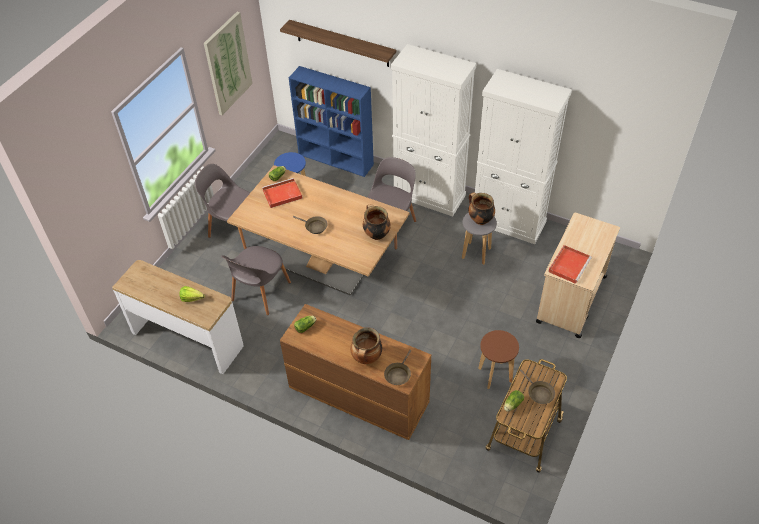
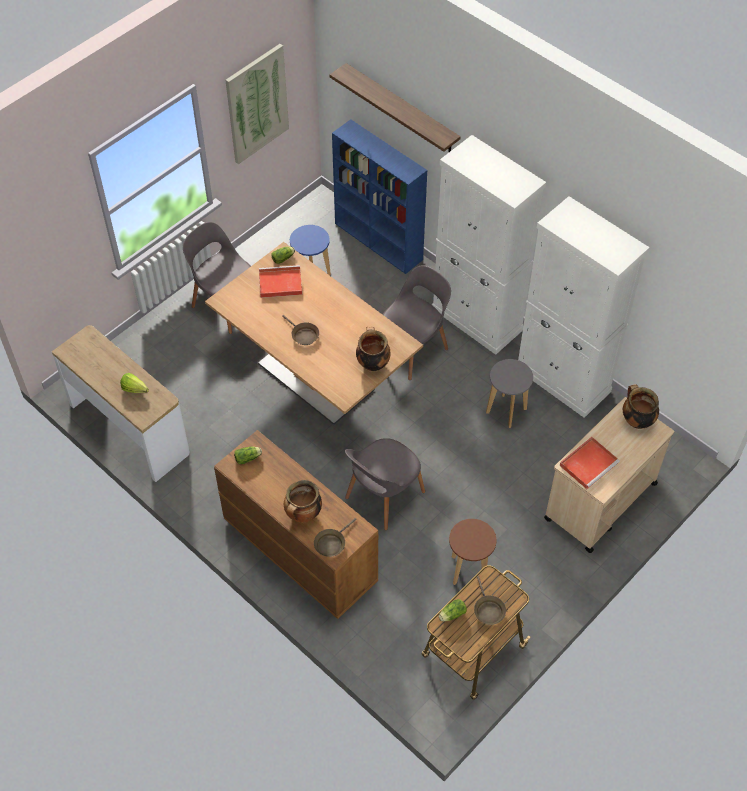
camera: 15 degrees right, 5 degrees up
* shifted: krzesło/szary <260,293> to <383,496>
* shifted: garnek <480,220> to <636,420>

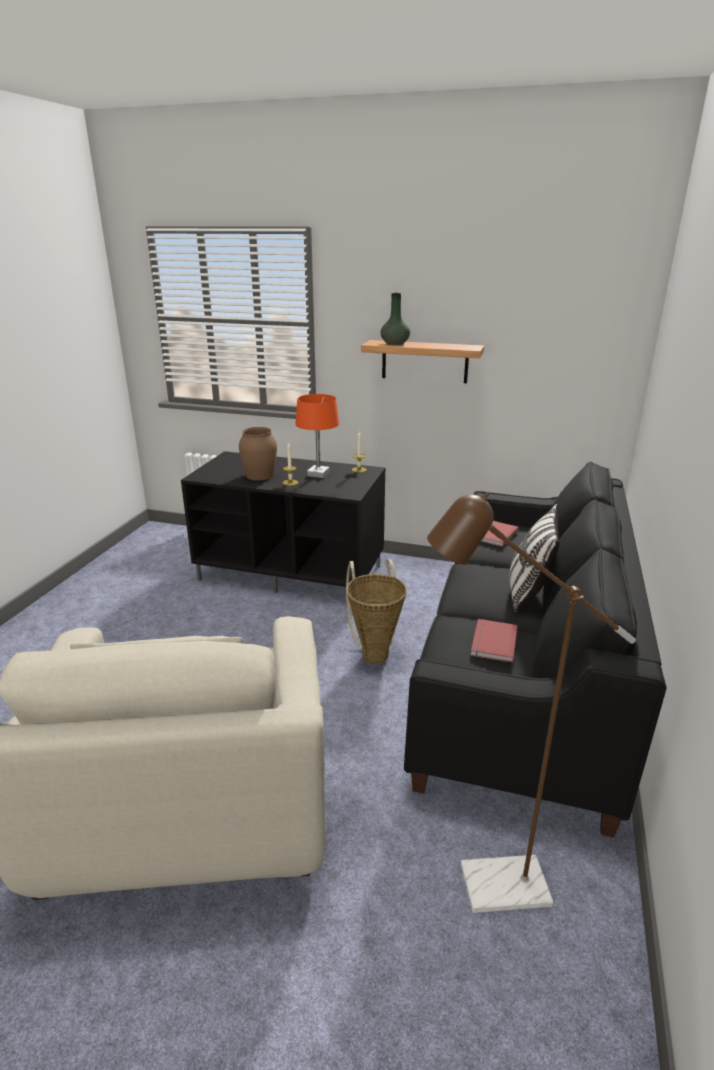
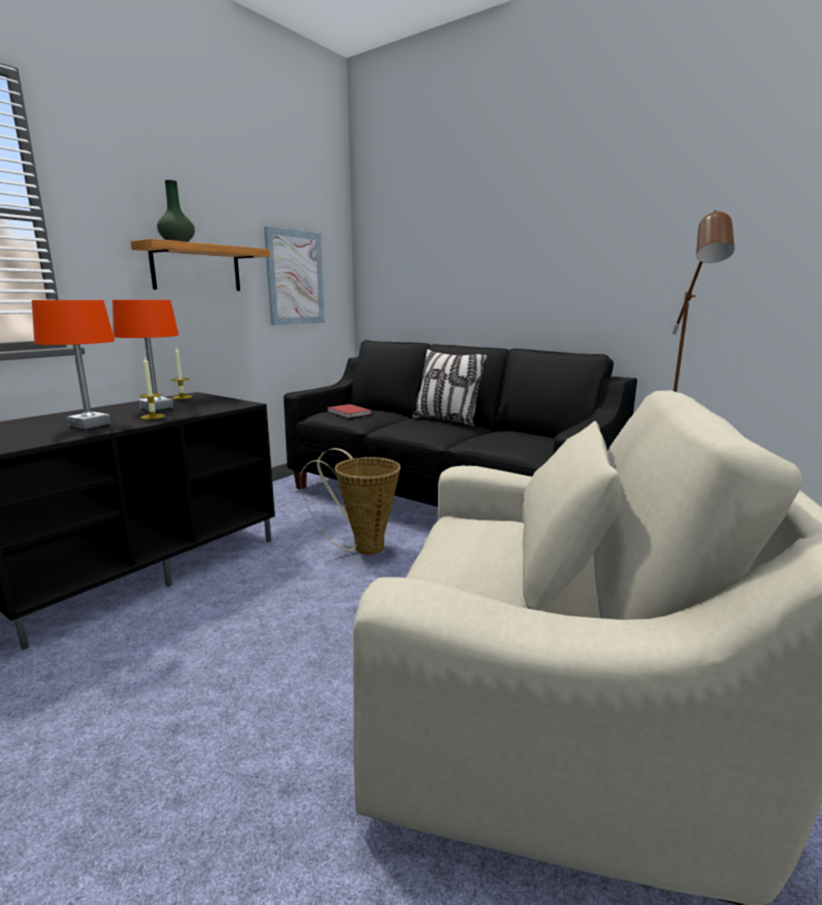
camera: 70 degrees left, 10 degrees down
* swapped: wazon/brązowy <259,475> to lampa stołowa/pomarańczowy <89,425>
* new: obraz <295,278>
* gone: książka/czerwony <492,642>

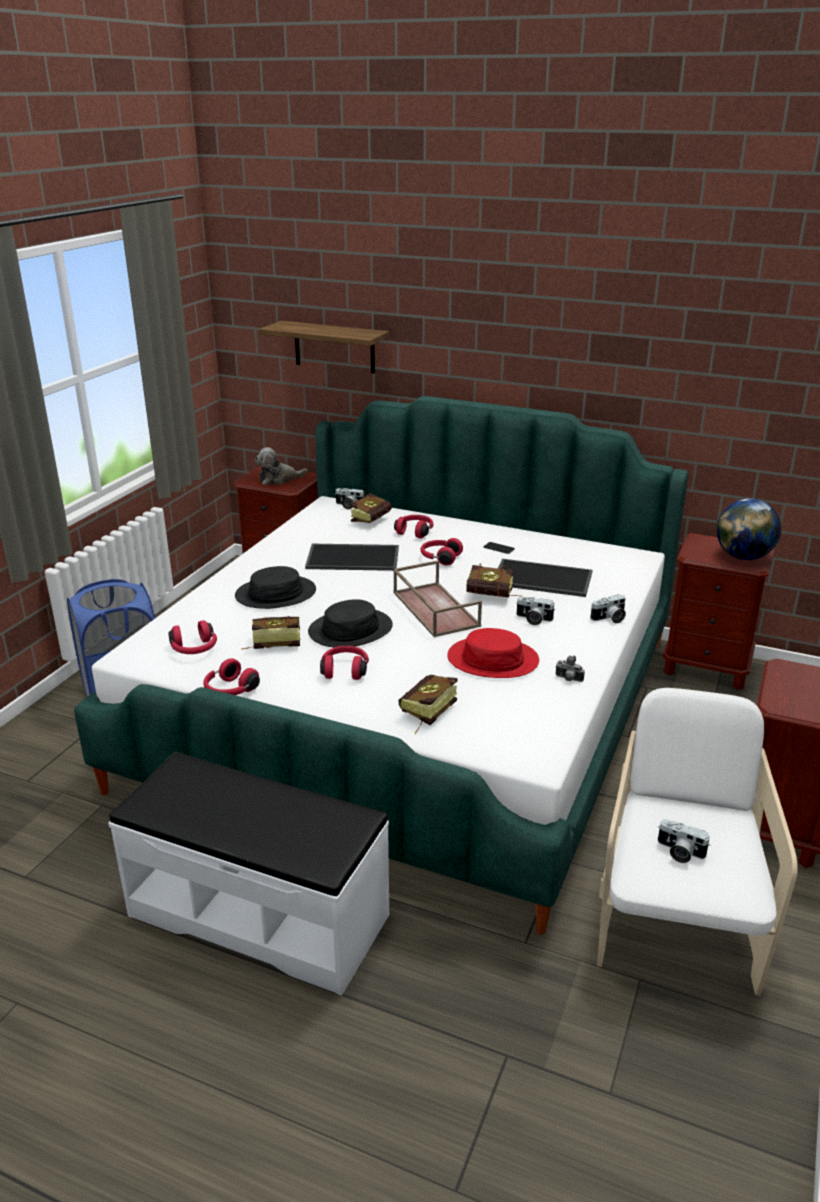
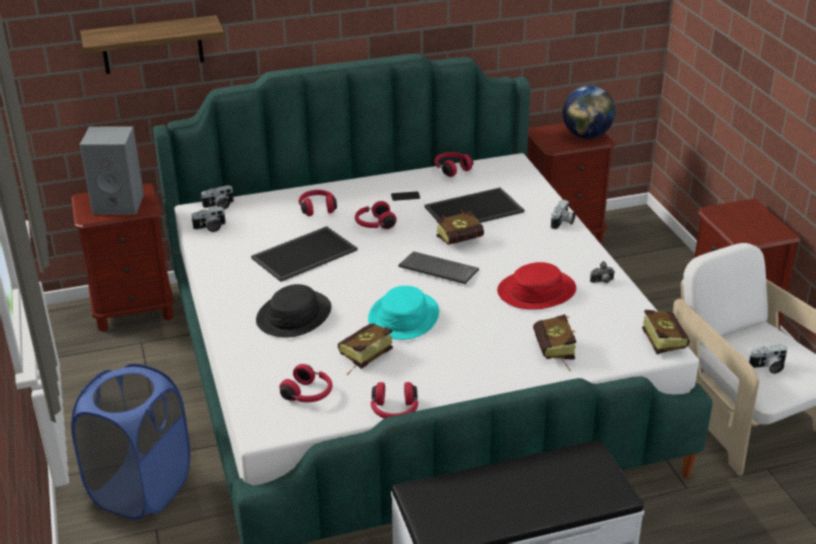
camera: 40 degrees left, 5 degrees up
* swapped: pluszak <279,479> to głośnik/szary <120,204>
* shifted: aparat fotograficzny <533,619> to <210,228>
* repainted: kapelusz/czarny <350,630> to kapelusz/turkusowy <403,317>
* swapped: taca/brązowy <434,609> to klawiatura <437,270>
* shifted: słuchawki/czerwony <345,670> to <451,169>
* shifted: książka <373,519> to <661,340>

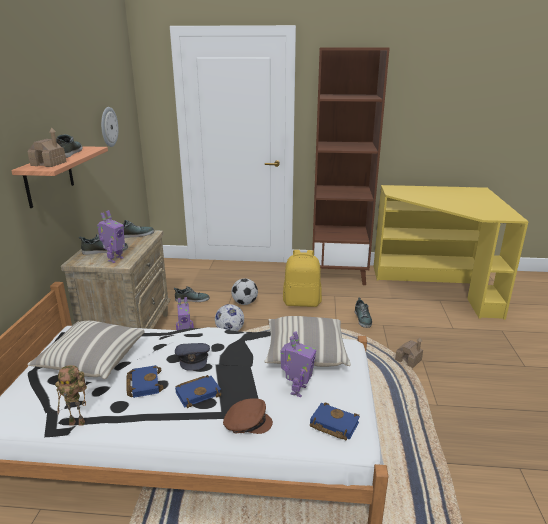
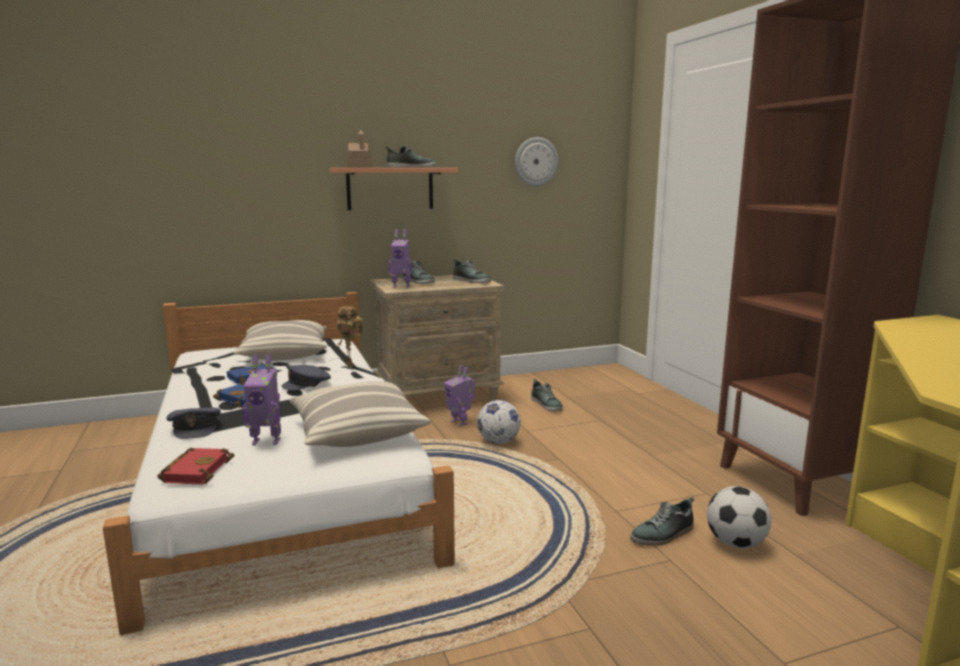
camera: 65 degrees right, 10 degrees down
* repainted: książka/niebieski <332,425> to książka/czerwony <196,470>
* repainted: czapka z daszkiem/brązowy <247,422> to czapka z daszkiem/szary <195,428>
* shifted: robot zabawkowy <79,422> to <351,365>
* shifted: piłka futbolowa <245,303> to <735,543>
* gone: plecak/żółty <302,302>
* gone: domek <408,360>

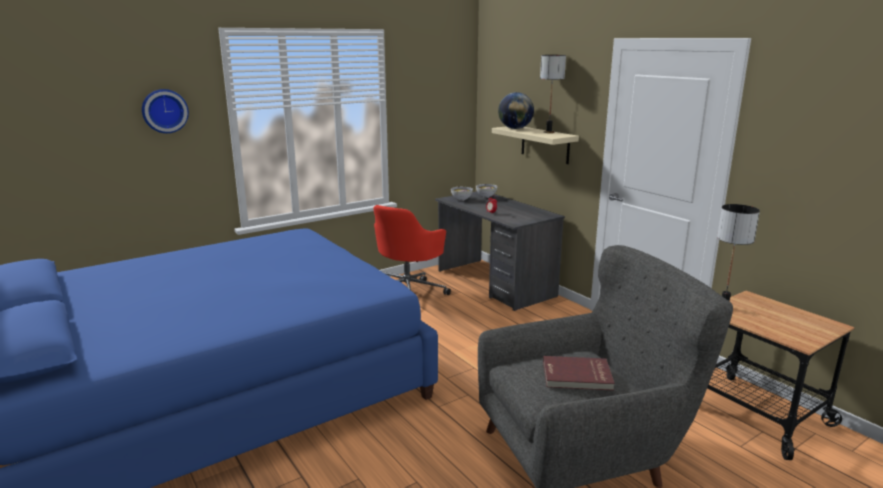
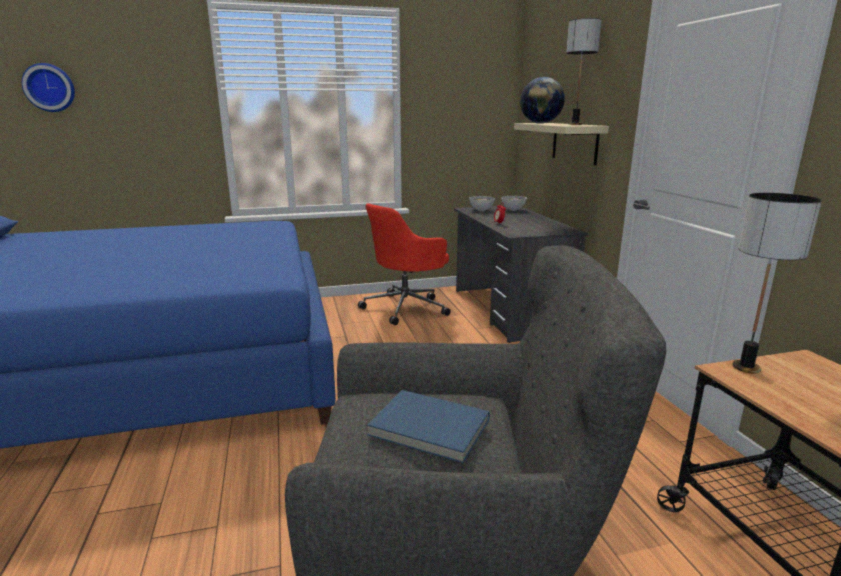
camera: 20 degrees right, 0 degrees up
* shifted: zegar ścienny <164,111> to <50,88>
* repainted: książka/czerwony <577,376> to książka/niebieski <428,429>

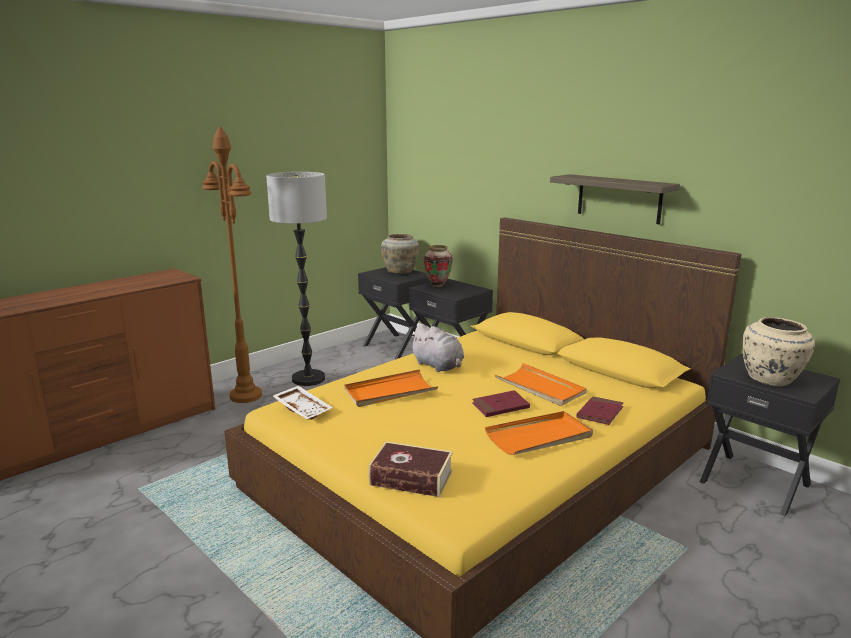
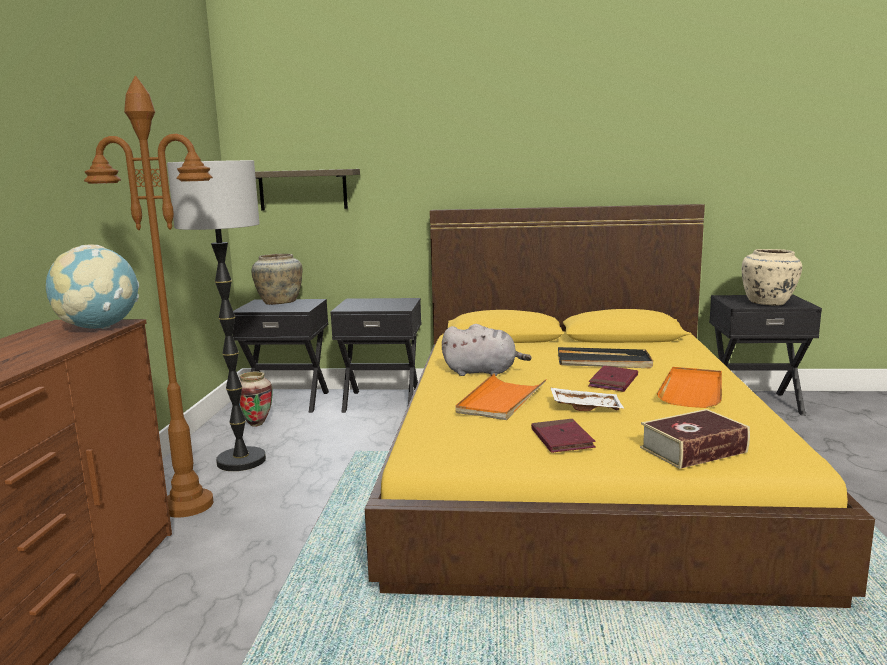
camera: 40 degrees left, 5 degrees down
* new: globus <98,328>
* shifted: wazon <438,286> to <256,424>
* shifted: półka <619,198> to <303,190>
* shifted: książka/czerwony <600,413> to <562,439>
* shifted: taca/biały <303,409> to <585,407>
* repainted: taca/pomarańczowy <540,387> to taca/czarny <604,362>

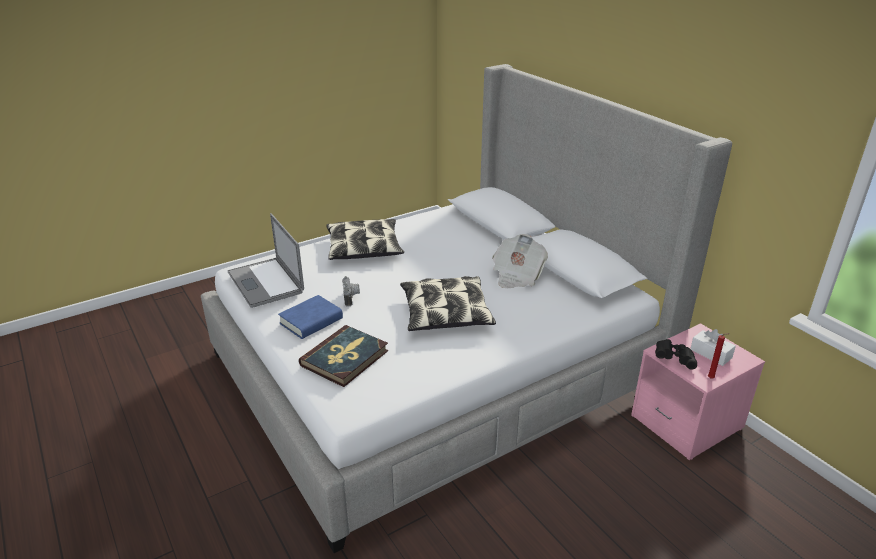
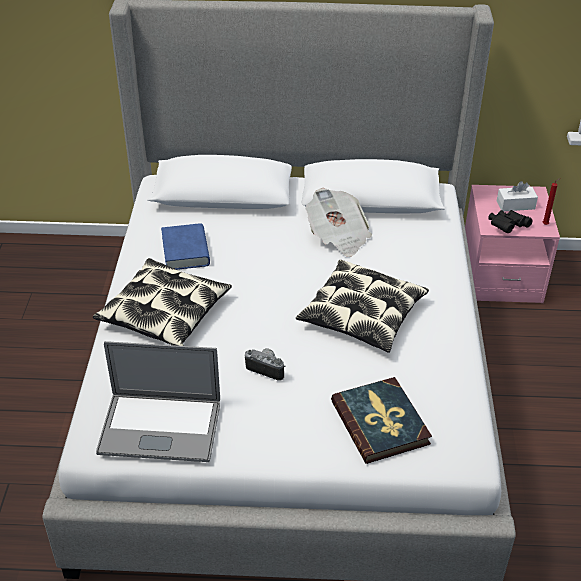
camera: 55 degrees left, 10 degrees up
* shifted: książka/niebieski <311,321> to <185,251>

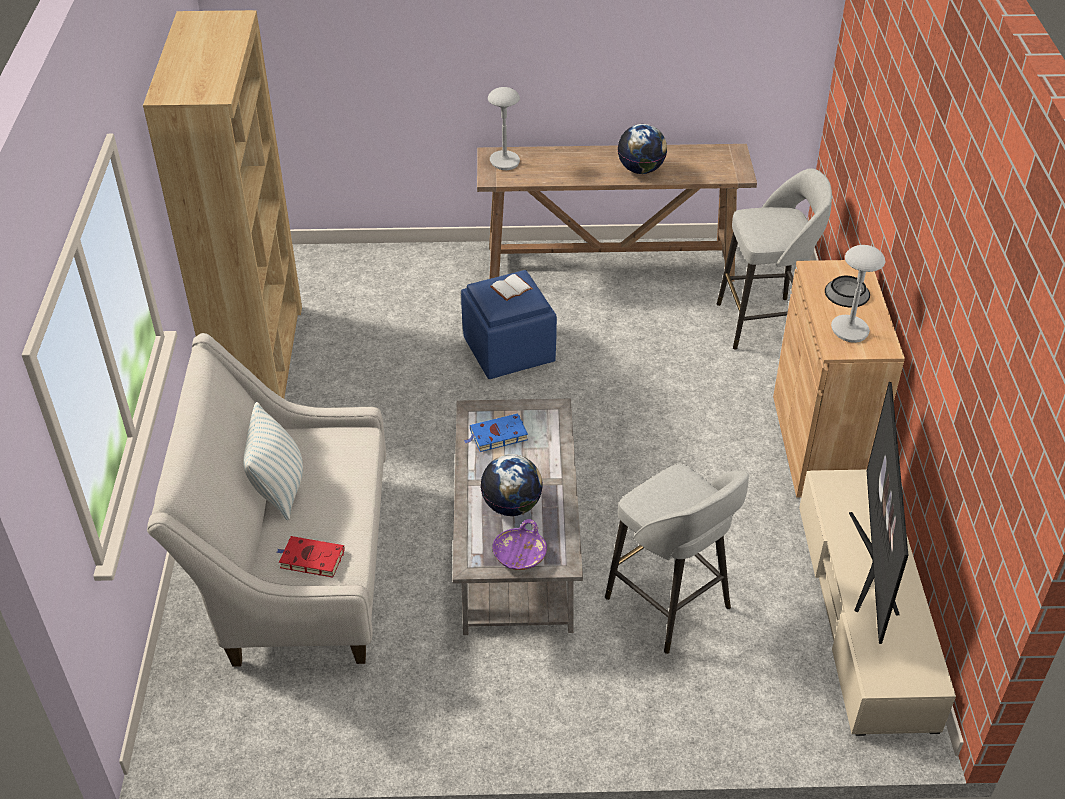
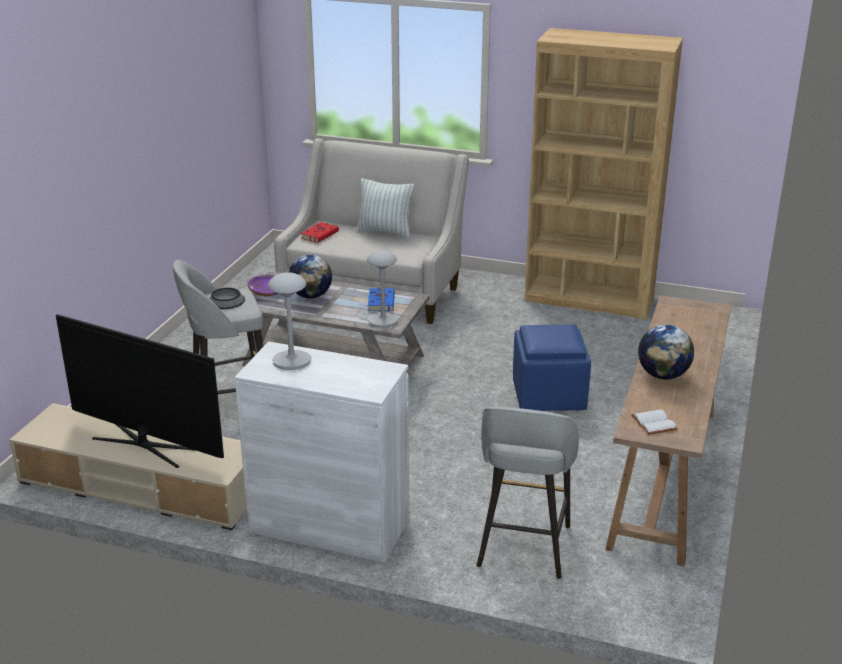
camera: 110 degrees right, 15 degrees down
* shifted: miska <847,293> to <226,300>
* repainted: szafka/brązowy <819,444> to szafka/biały <329,525>
* shifted: lampa stołowa/szary <504,161> to <383,321>
* shifted: książka/biały <511,289> to <652,423>

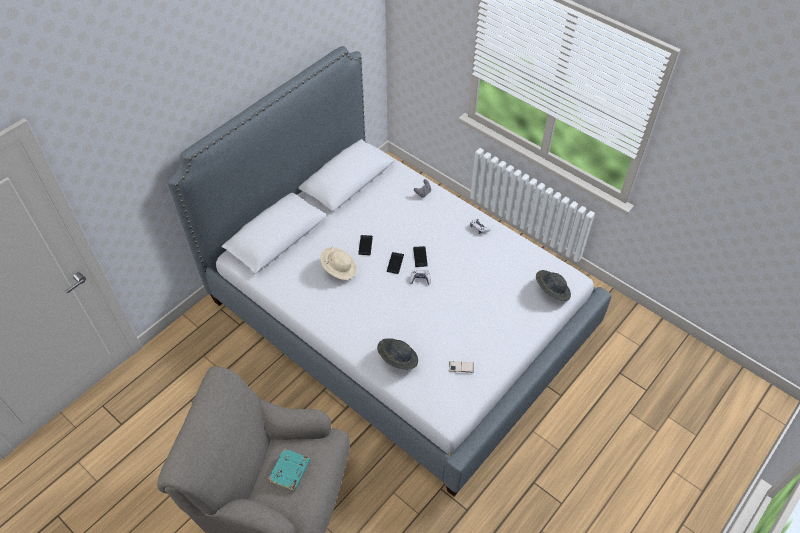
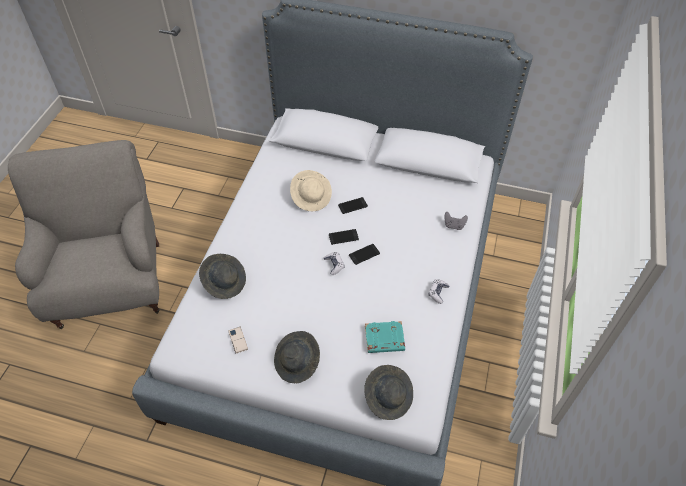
camera: 65 degrees right, 0 degrees up
* new: kapelusz/szary <297,363>
* shifted: książka/turkusowy <290,471> to <384,339>

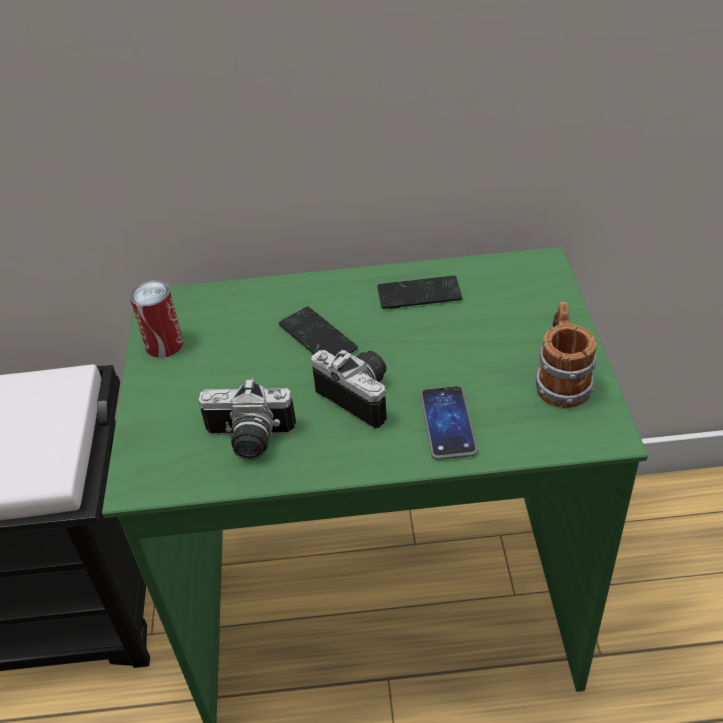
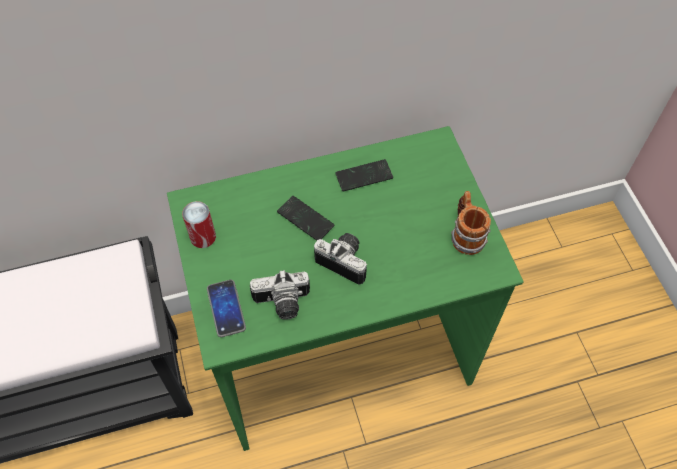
camera: 15 degrees left, 15 degrees up
* shifted: telefon <447,423> to <226,308>

